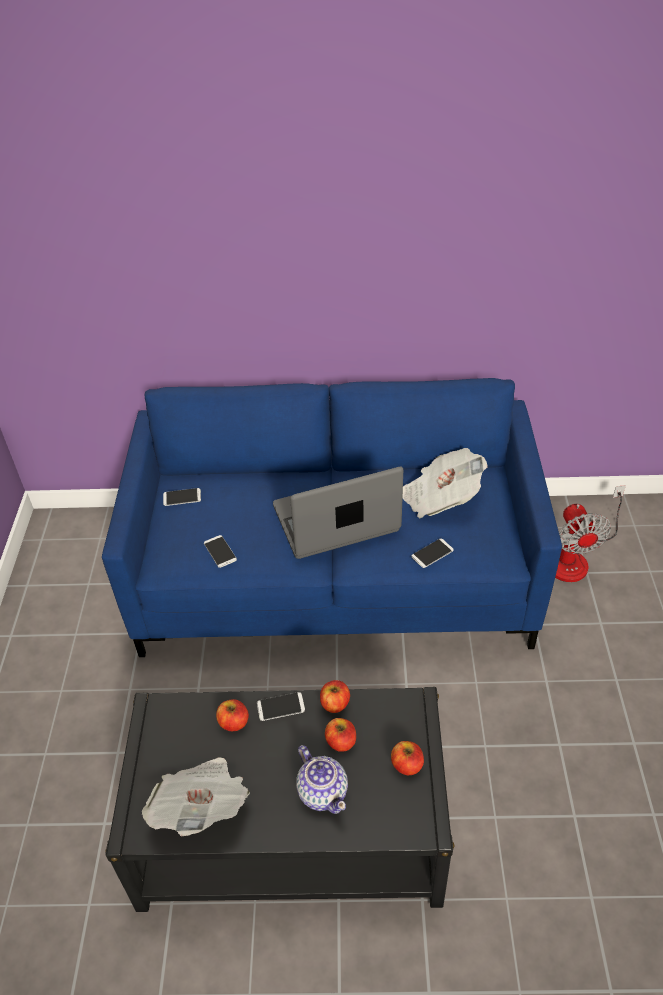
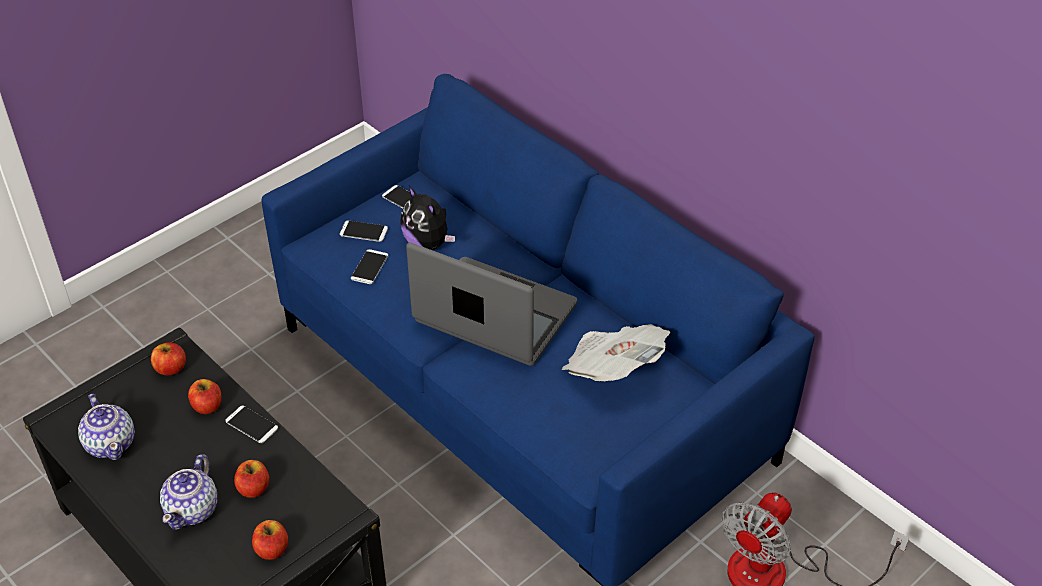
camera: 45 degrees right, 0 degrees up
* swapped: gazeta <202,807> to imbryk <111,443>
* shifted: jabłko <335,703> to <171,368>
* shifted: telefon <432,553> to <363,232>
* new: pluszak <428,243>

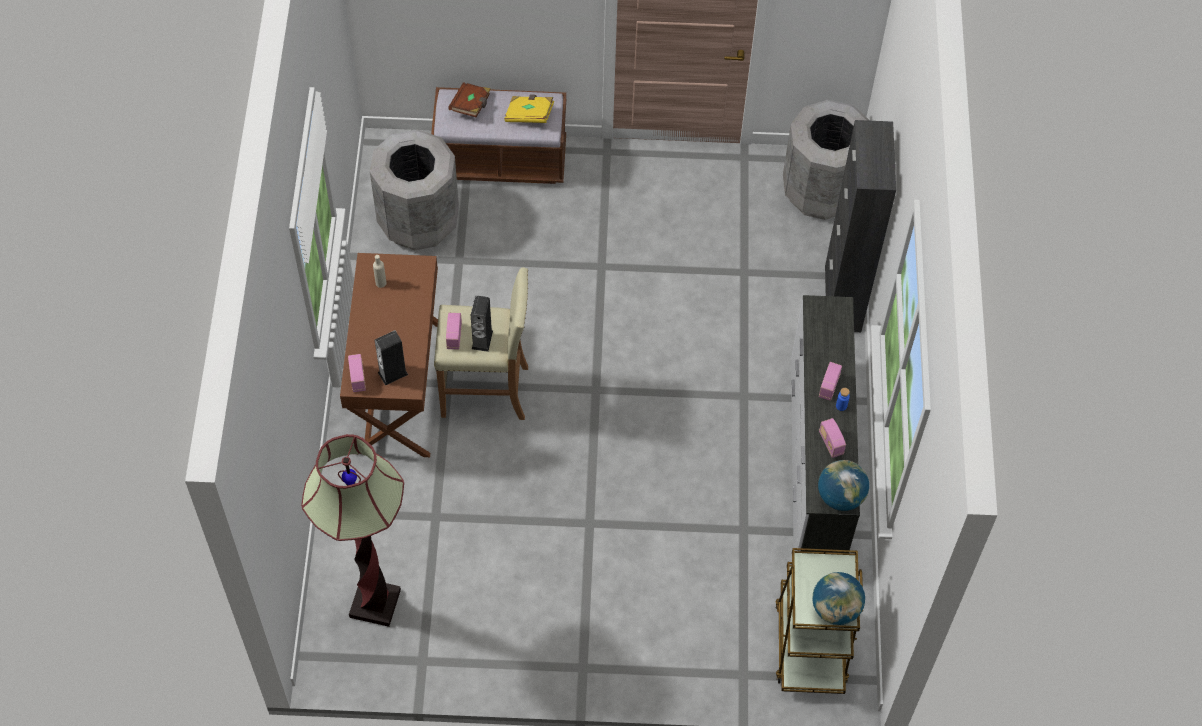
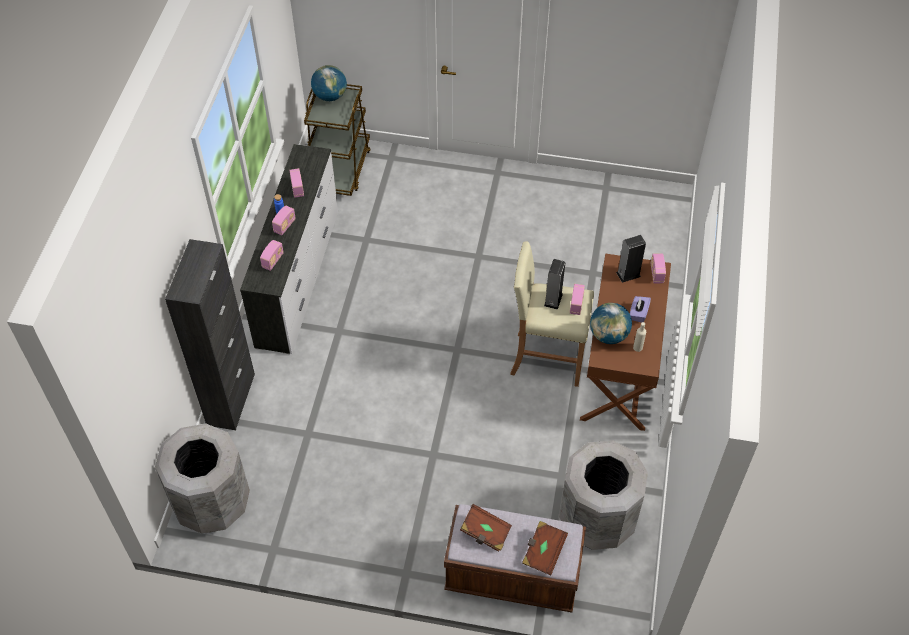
camera: 170 degrees left, 5 degrees down
* new: radio <273,260>
* repainted: książka/żółty <529,115> to książka/brązowy <485,533>
* shifted: globus <840,496> to <608,335>
* new: pudełko chusteczek/fioletowy <638,313>
* gone: lampa stojąca <375,603>

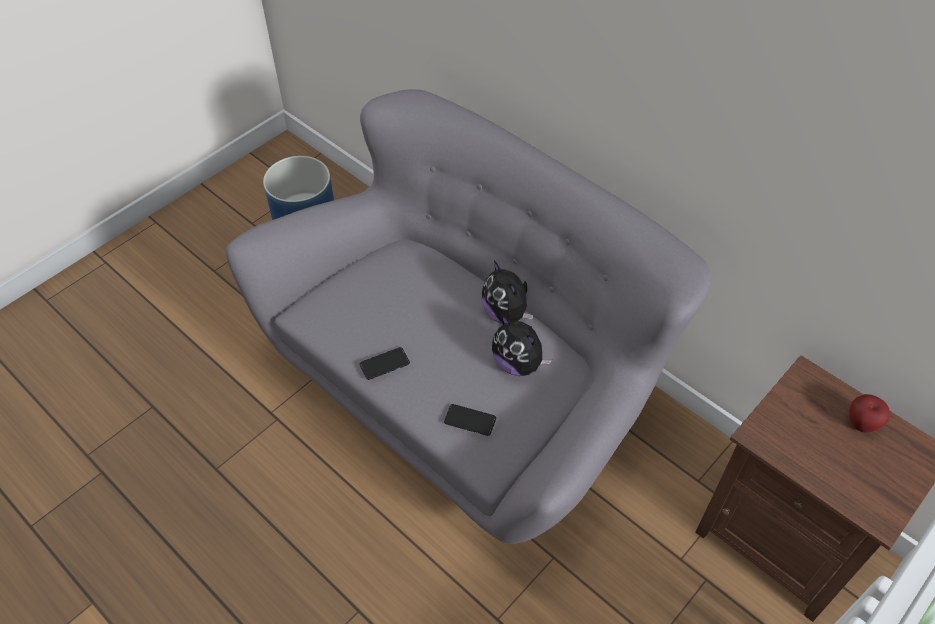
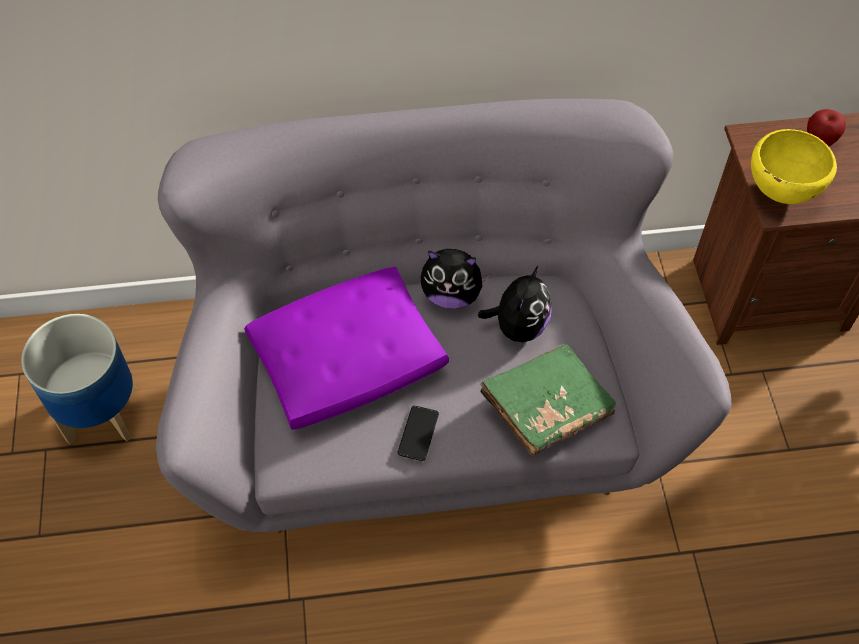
camera: 50 degrees left, 5 degrees up
* new: poduszka/fioletowy <349,359>
* rotated: pluszak <518,363> = <518,326> 60 degrees counterclockwise
* swapped: telefon <470,420> to książka/zielony <546,408>
* new: miska/żółty <780,193>

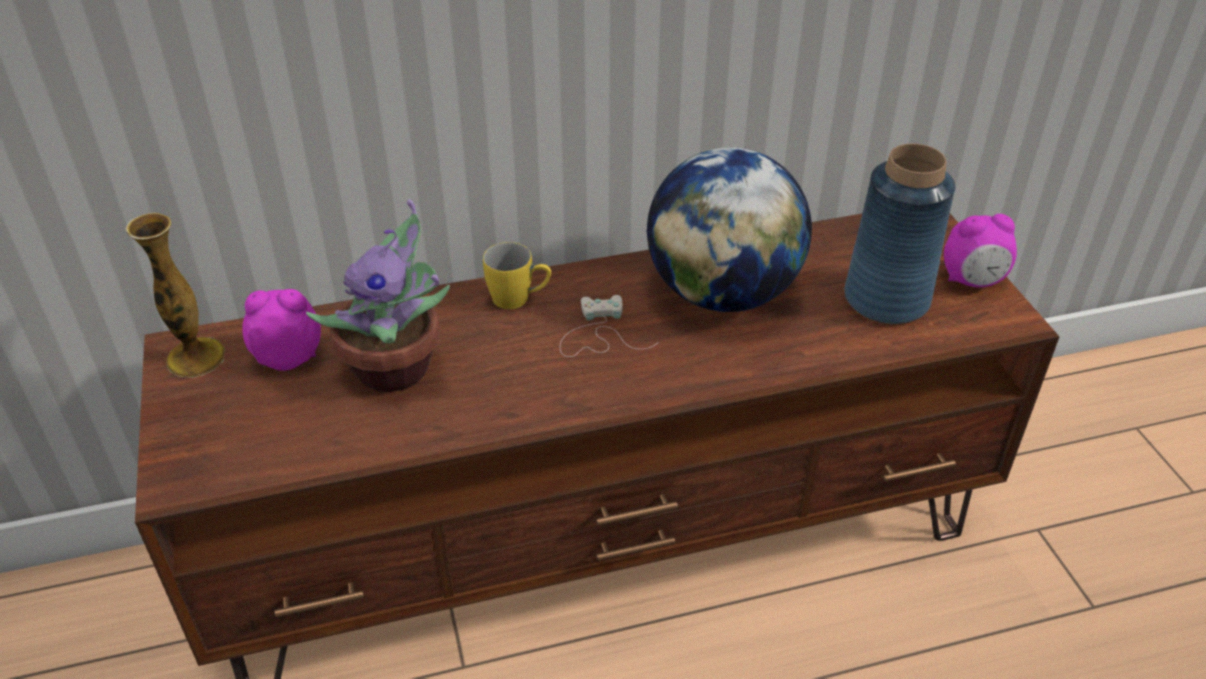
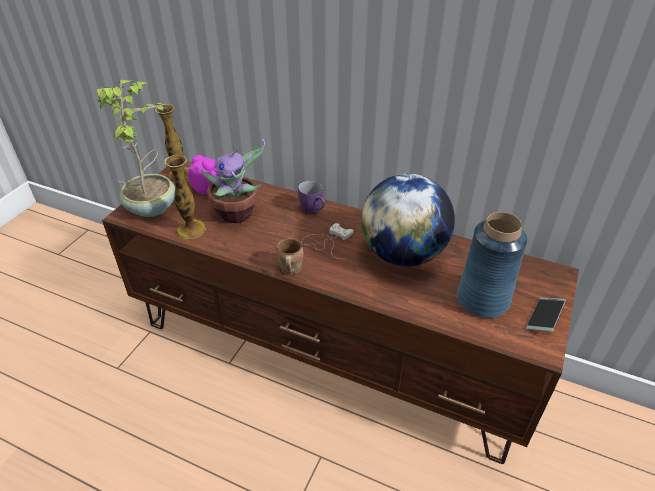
camera: 40 degrees right, 0 degrees up
* new: roślina doniczkowa <153,207>
* new: wazon <191,229>
* new: kubek/brązowy <289,269>
* repainted: kubek/żółty <519,299> to kubek/fioletowy <314,211>
* swapped: budzik <972,281> to telefon <544,318>

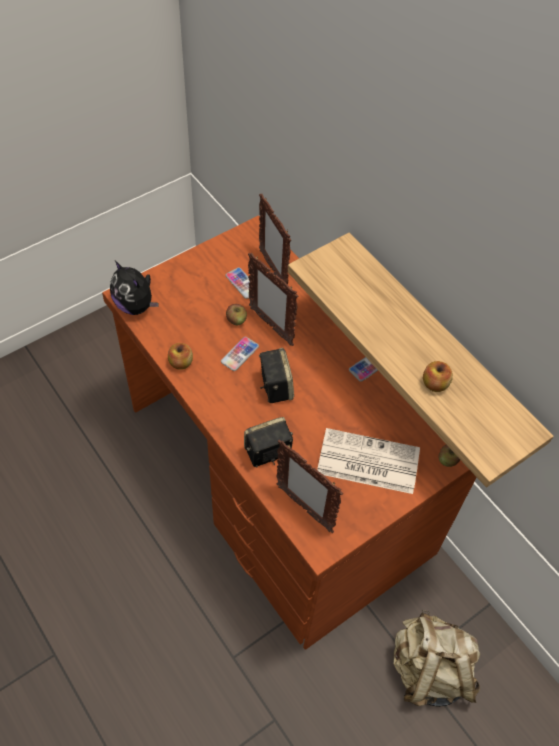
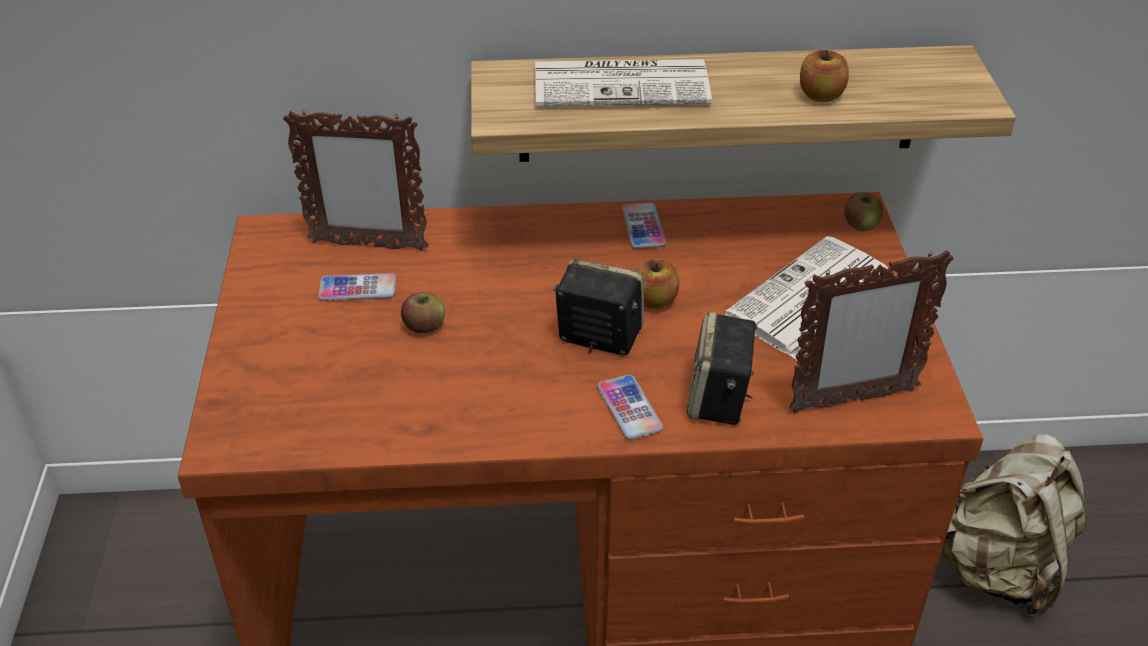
camera: 55 degrees left, 15 degrees down
* new: gazeta <623,84>
* shifted: telefon <239,354> to <629,408>
* shifted: jabłko <181,363> to <655,300>
* gone: pluszak <136,305>
* gone: ramka na zdjęcie <270,326>

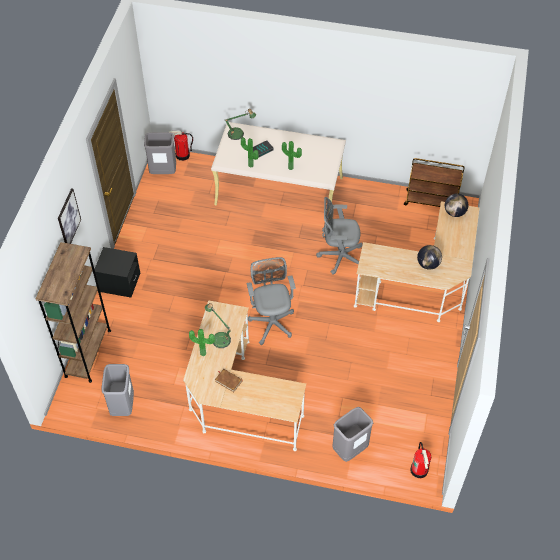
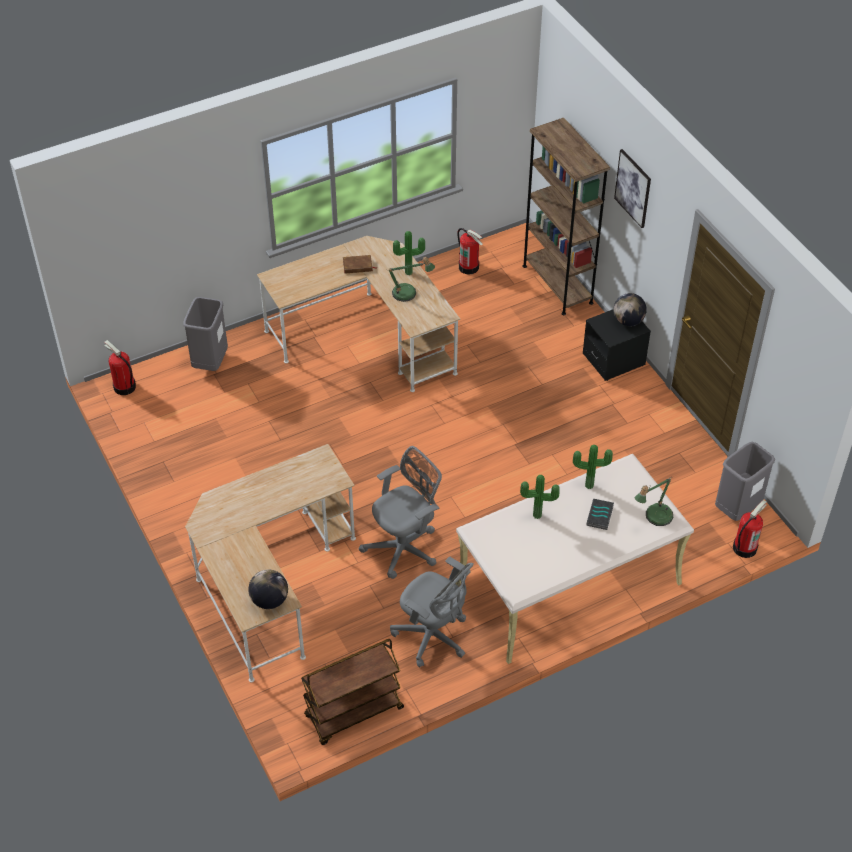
camera: 140 degrees right, 5 degrees down
* shifted: krzesło biurowe/szary <272,321> to <433,637>
* swapped: kosz na śmieci/szary <122,406> to gaśnica <469,267>
* shifted: globus <428,264> to <628,321>

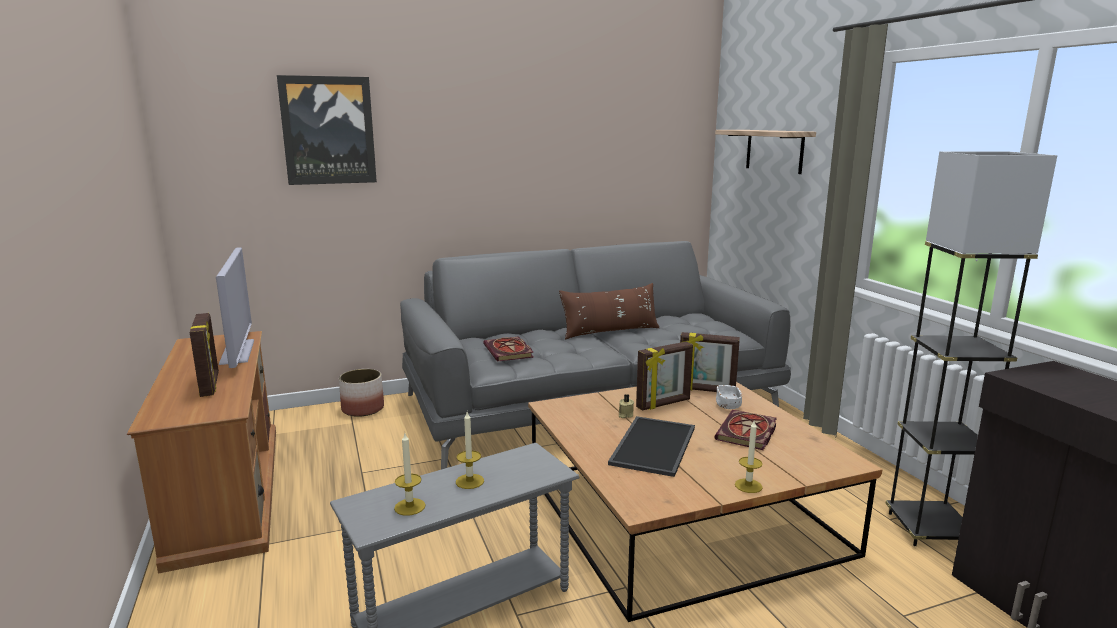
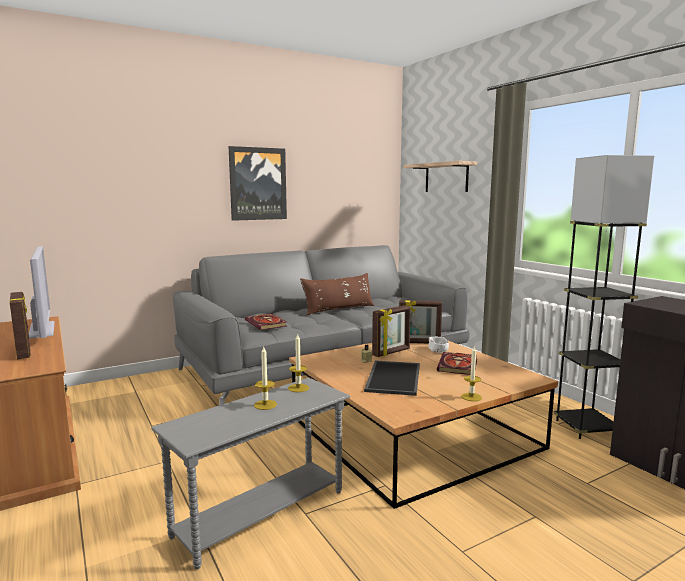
camera: 10 degrees left, 5 degrees down
* shifted: obraz <328,130> to <258,184>
* shifted: świeca <409,507> to <298,388>
* gone: donica <363,409>

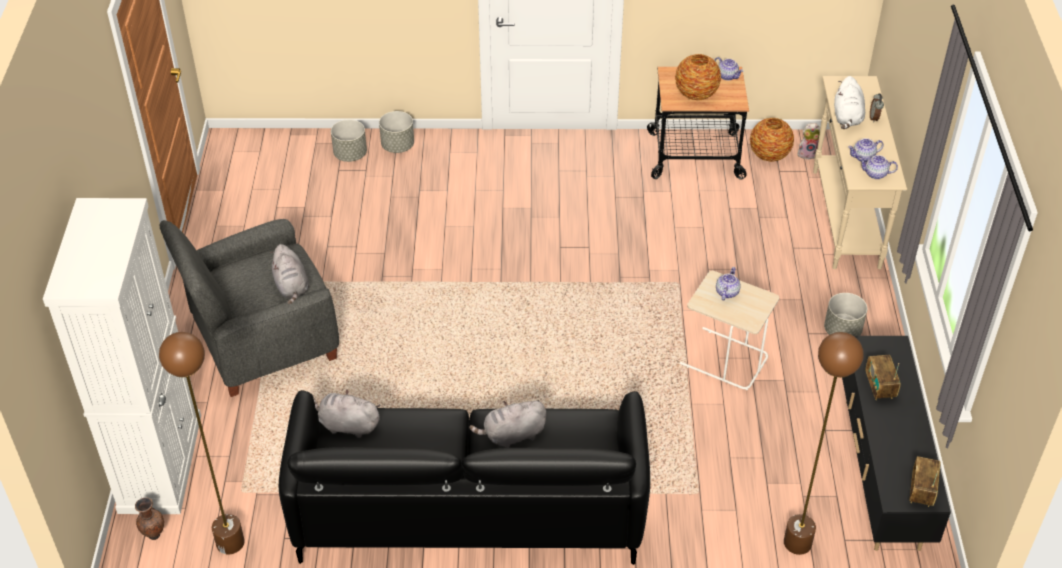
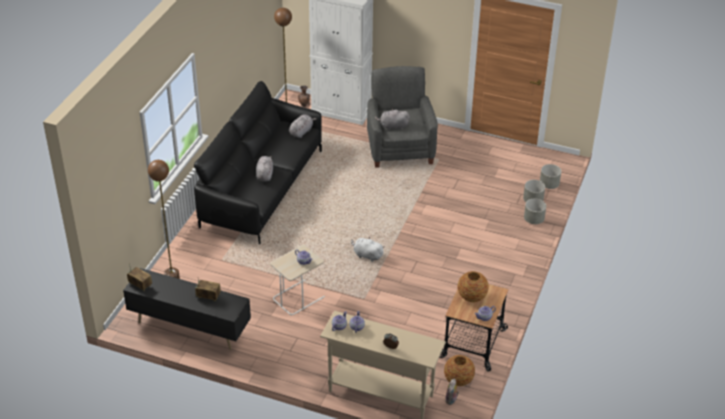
camera: 110 degrees right, 5 degrees down
* shifted: pluszak/biały <847,117> to <367,255>
* shifted: donica/szary <842,330> to <549,185>

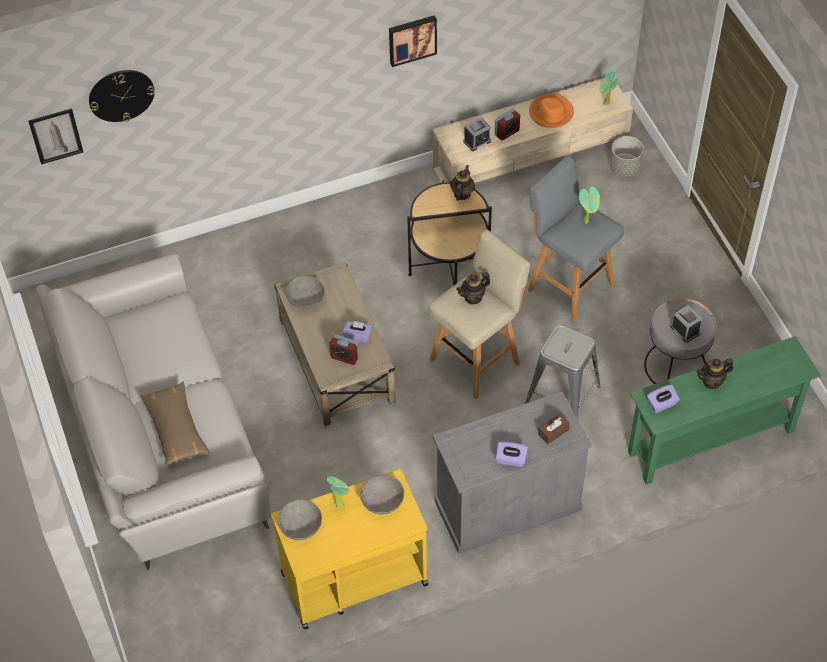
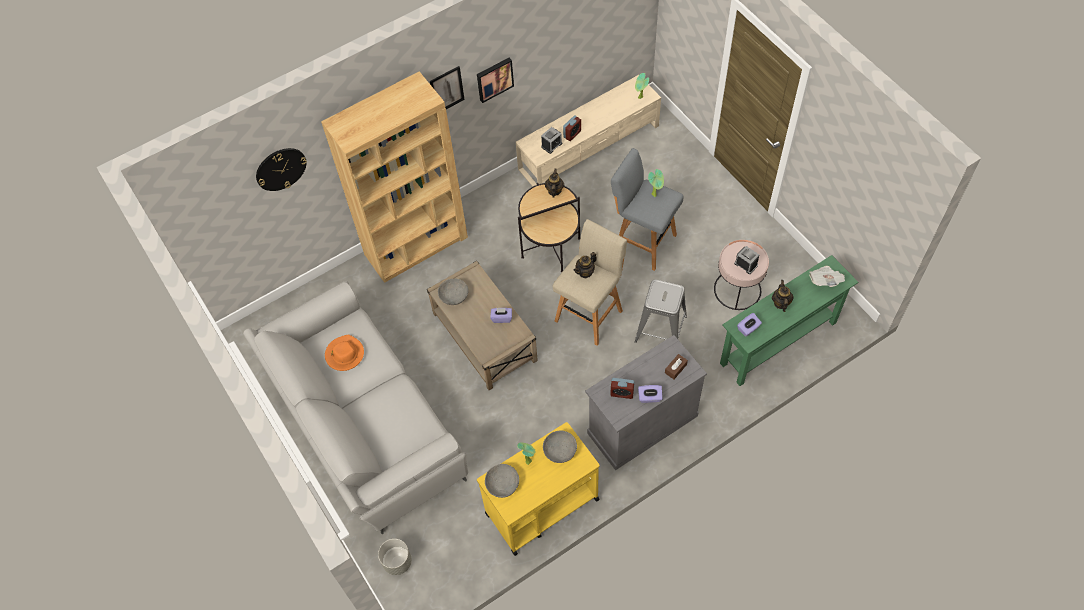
camera: 10 degrees left, 5 degrees up
* new: regał/brązowy <416,245>
* shifted: kapelusz/pomarańczowy <551,113> to <344,354>
* shifted: donica/szary <624,168> to <397,562>
* shifted: obraz <56,136> to <447,90>
* shifted: budzik <344,357> to <622,393>
* repainted: stolik/szary <674,366> to stolik/różowy <737,290>
* rotated: imbryk <712,381> = <780,303> 120 degrees clockwise
* new: gazeta <825,281>
* gone: poduszka/brązowy <176,429>

